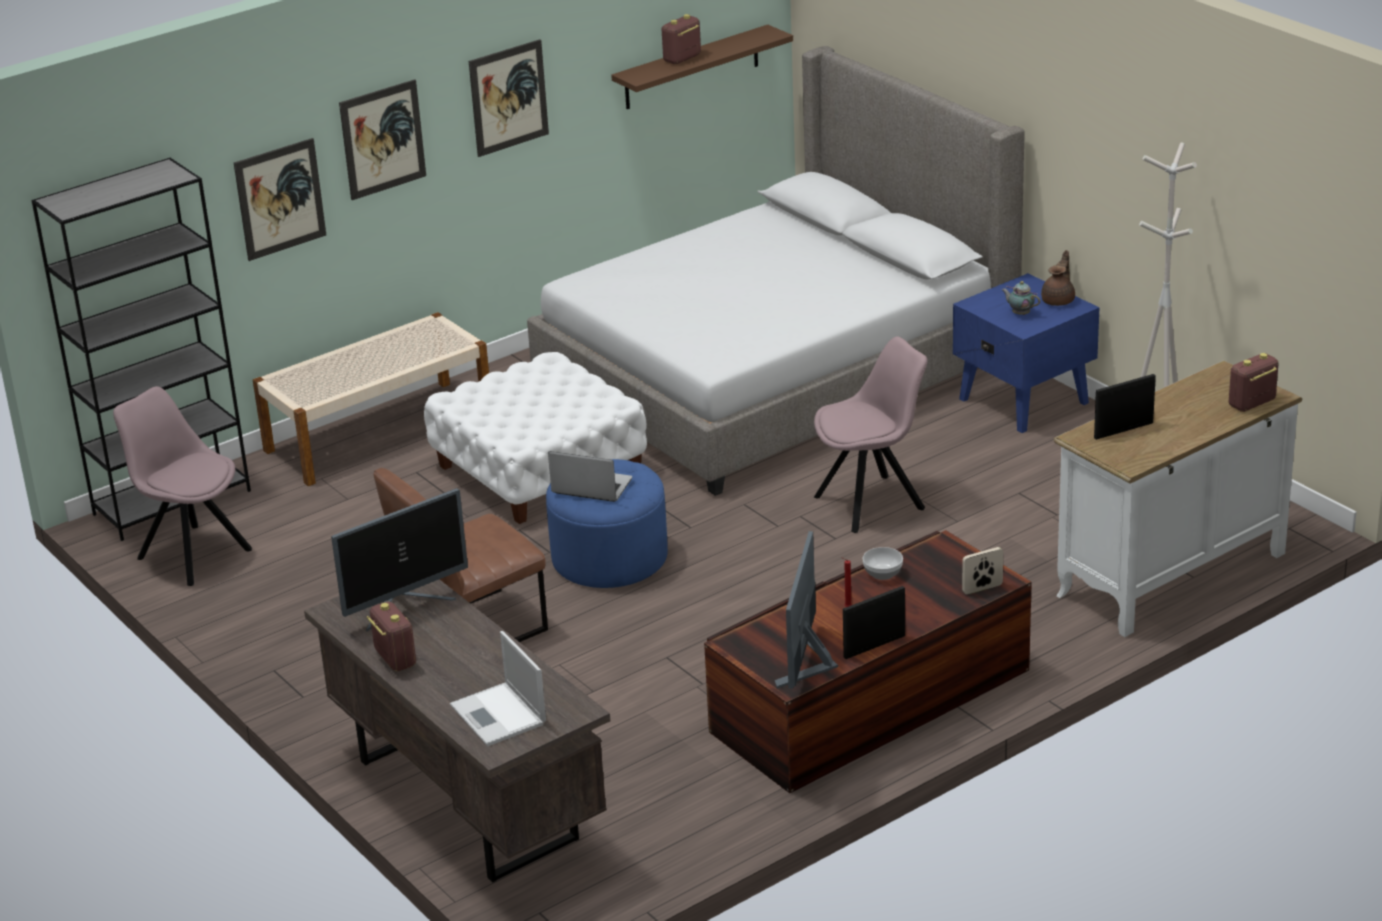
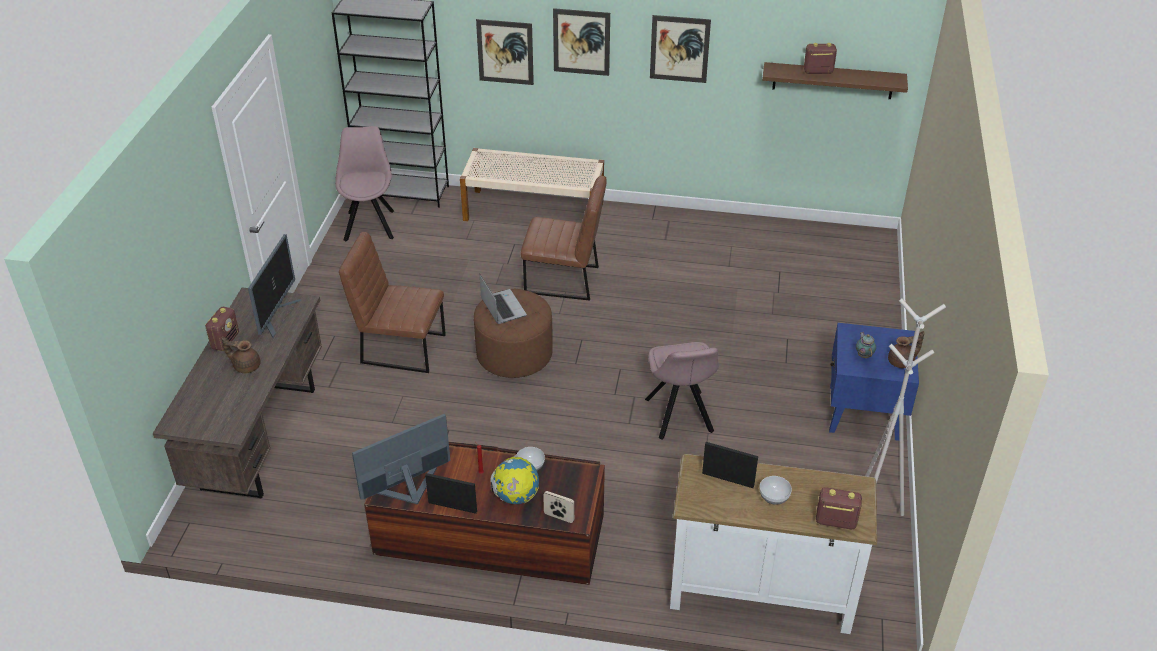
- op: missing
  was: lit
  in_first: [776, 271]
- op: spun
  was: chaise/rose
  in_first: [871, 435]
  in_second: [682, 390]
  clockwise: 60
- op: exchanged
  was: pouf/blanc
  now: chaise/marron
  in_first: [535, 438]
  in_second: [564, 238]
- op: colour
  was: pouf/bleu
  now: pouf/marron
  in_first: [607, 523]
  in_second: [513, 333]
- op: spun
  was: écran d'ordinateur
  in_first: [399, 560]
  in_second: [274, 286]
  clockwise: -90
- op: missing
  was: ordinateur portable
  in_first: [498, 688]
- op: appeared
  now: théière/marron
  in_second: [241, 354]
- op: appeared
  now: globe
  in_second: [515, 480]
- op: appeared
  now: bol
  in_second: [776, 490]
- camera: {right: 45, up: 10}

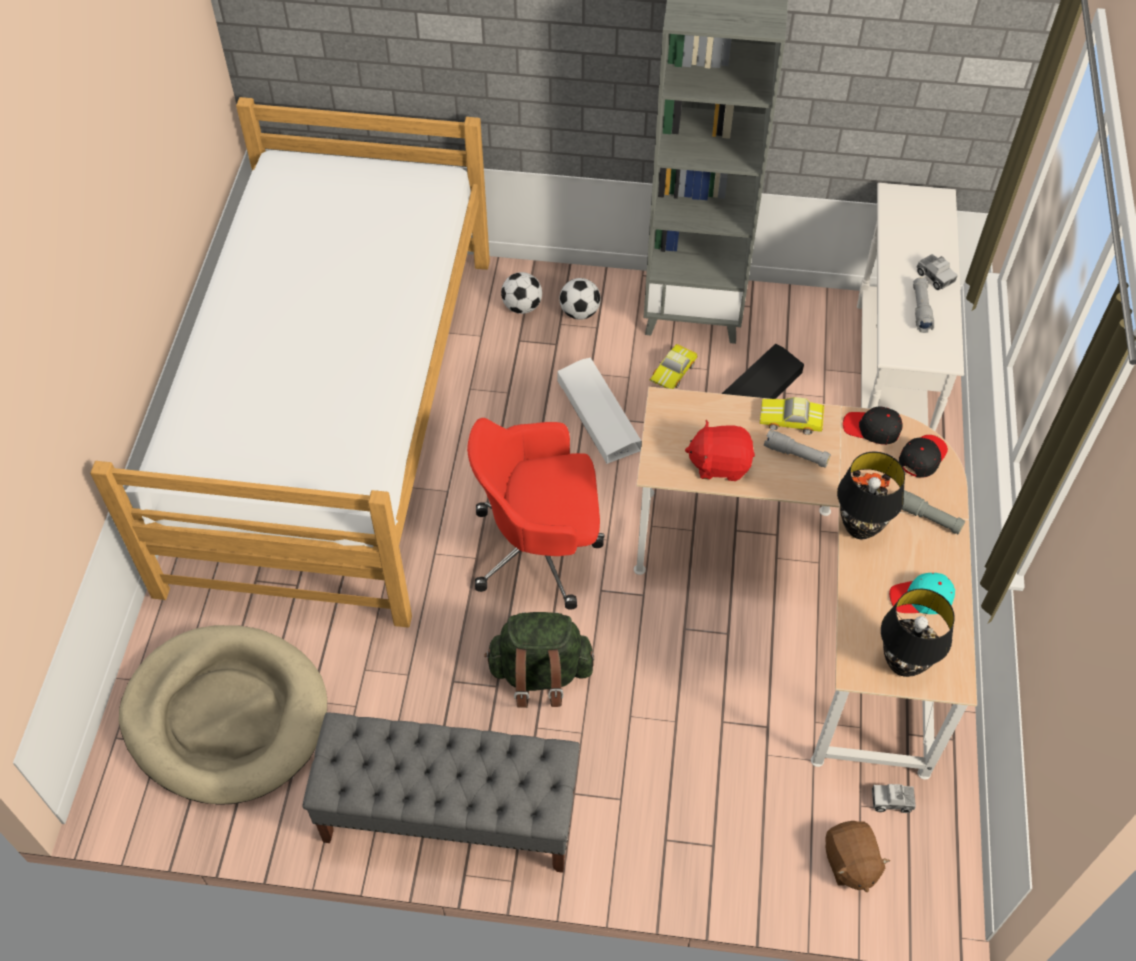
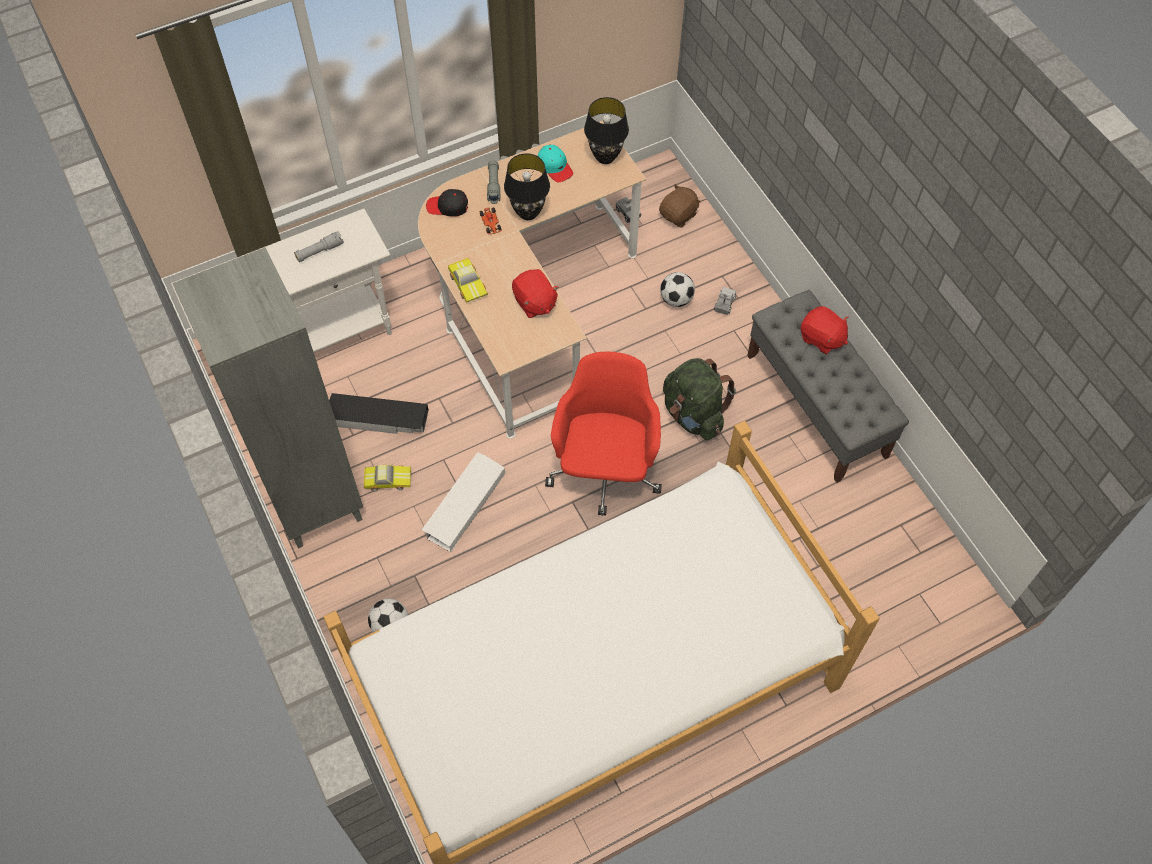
- op: relocated
  was: camion jouet
  in_first: [937, 272]
  in_second: [725, 301]
- op: relocated
  was: ballon de foot
  in_first: [580, 299]
  in_second: [677, 289]
- op: missing
  was: casquette/noir
  in_first: [873, 425]
- op: spun
  was: chaise de bureau/rouge
  in_first: [535, 514]
  in_second: [603, 434]
  clockwise: -135
- op: missing
  was: lampe de poche/gris
  in_first: [797, 449]
- op: missing
  was: panier pour chien/beige
  in_first: [223, 715]
- op: appeared
  now: peluche/rouge
  in_second: [825, 330]
- camera: {right: -125, up: 5}

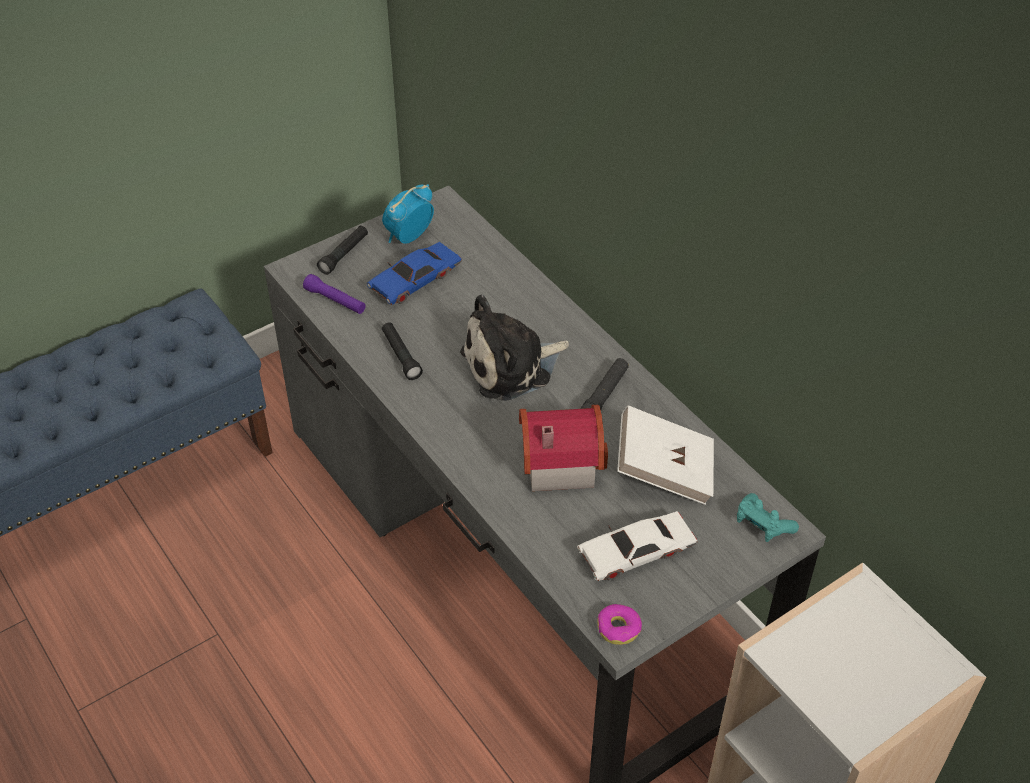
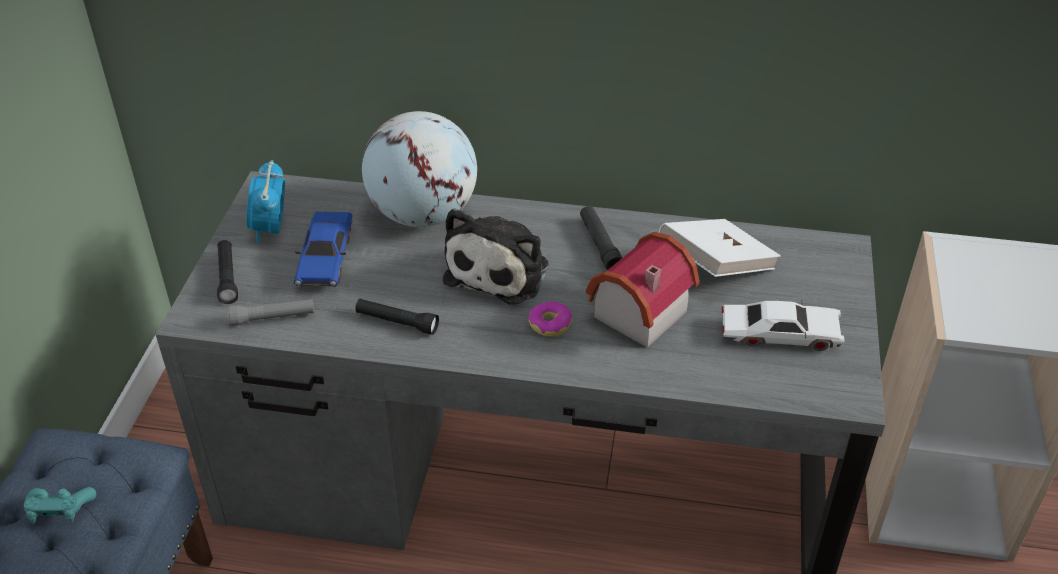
- op: colour
  was: lampe de poche/violet
  now: lampe de poche/gris
  in_first: [334, 294]
  in_second: [270, 312]
- op: relocated
  was: manette/turquoise
  in_first: [768, 517]
  in_second: [60, 505]
- op: spun
  was: petite voiture/blanc
  in_first: [637, 546]
  in_second: [783, 325]
  clockwise: -105
- op: relocated
  was: beignet
  in_first: [619, 624]
  in_second: [550, 319]
- op: appeared
  now: globe
  in_second: [419, 169]
- camera: {right: -45, up: -5}

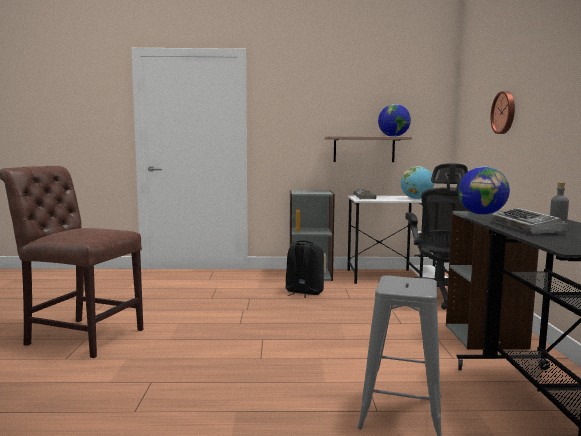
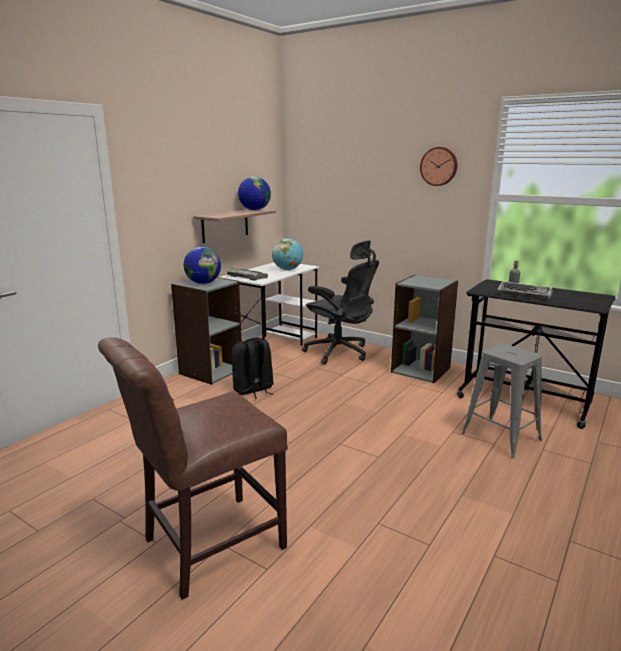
- op: relocated
  was: horloge murale
  in_first: [502, 112]
  in_second: [438, 166]
- op: relocated
  was: globe
  in_first: [484, 190]
  in_second: [202, 265]
- camera: {right: -55, up: 10}

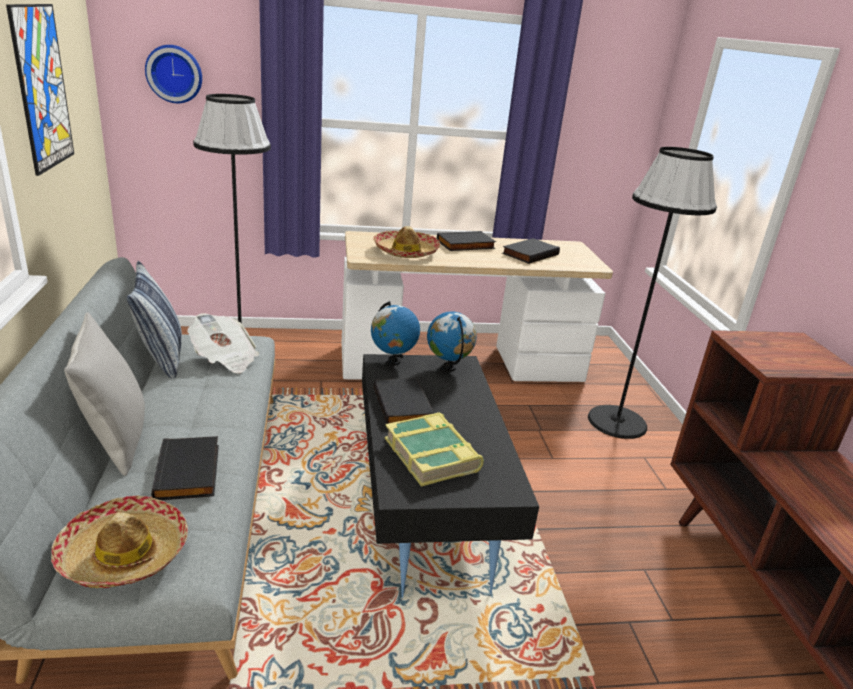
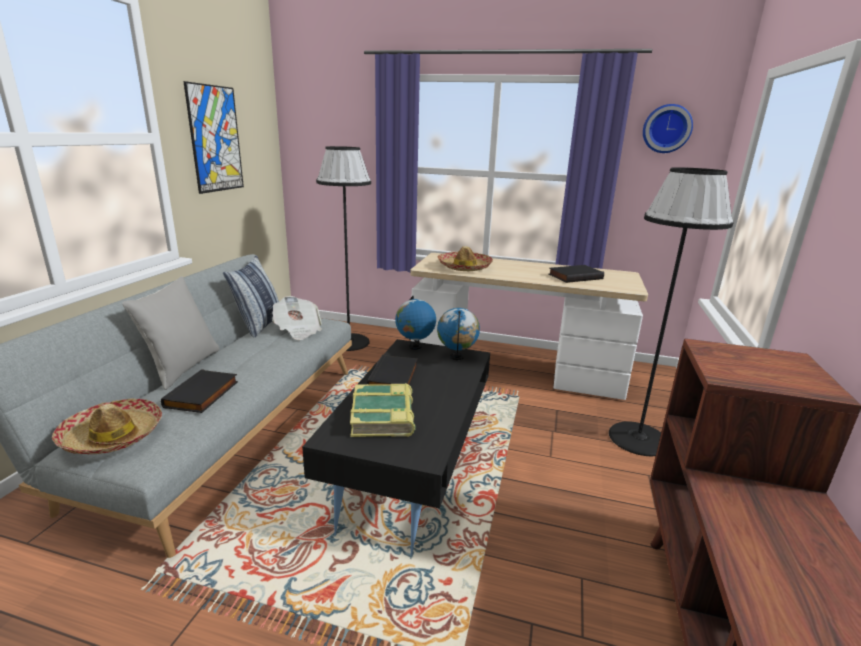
- op: relocated
  was: horloge murale
  in_first: [173, 74]
  in_second: [668, 128]
- op: missing
  was: livre/noir
  in_first: [466, 241]
- camera: {right: 25, up: -5}

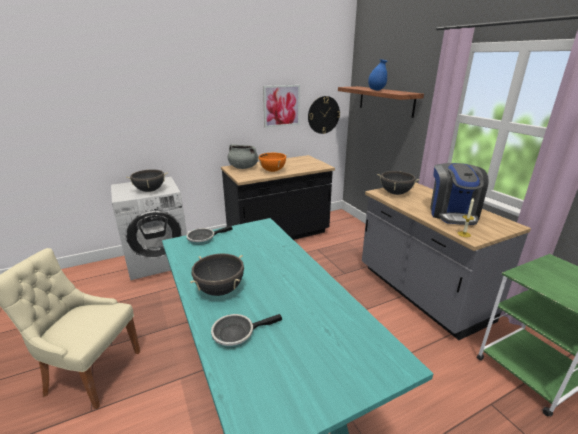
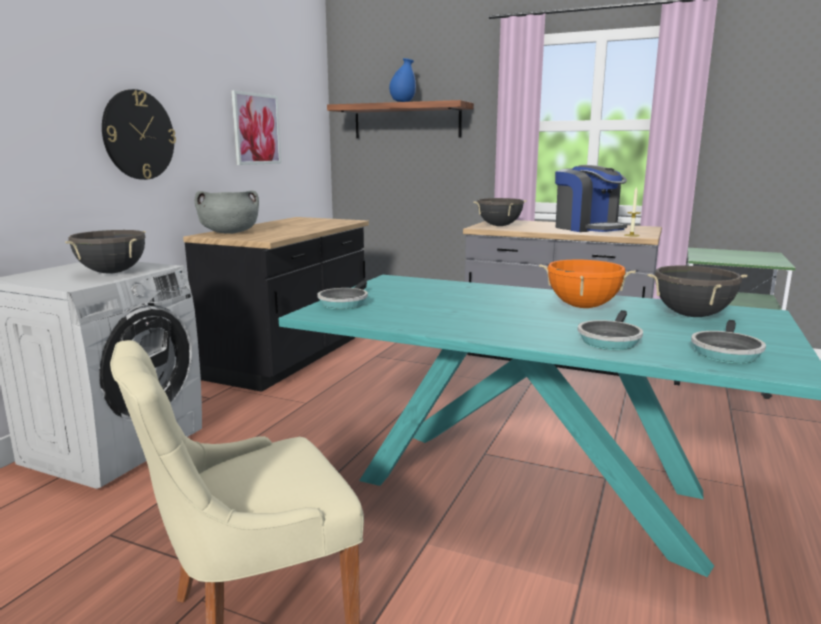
- op: relocated
  was: horloge murale
  in_first: [324, 115]
  in_second: [139, 134]
- op: relocated
  was: marmite/orange
  in_first: [272, 162]
  in_second: [587, 284]
- op: relocated
  was: marmite/noir
  in_first: [217, 274]
  in_second: [697, 291]
- op: appeared
  now: poêle
  in_second: [728, 342]
- camera: {right: -40, up: -10}

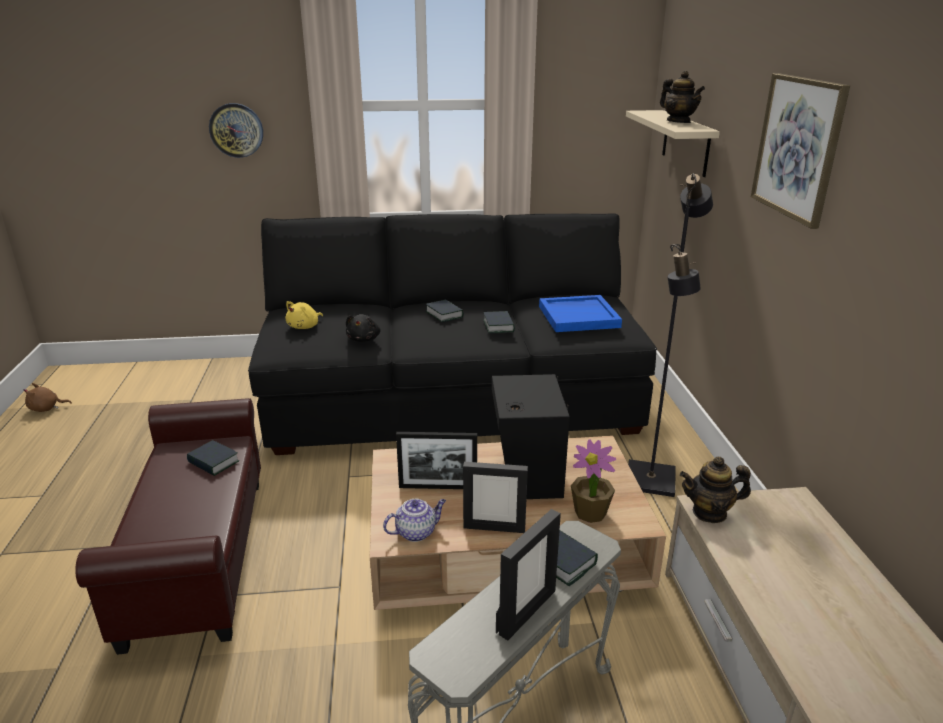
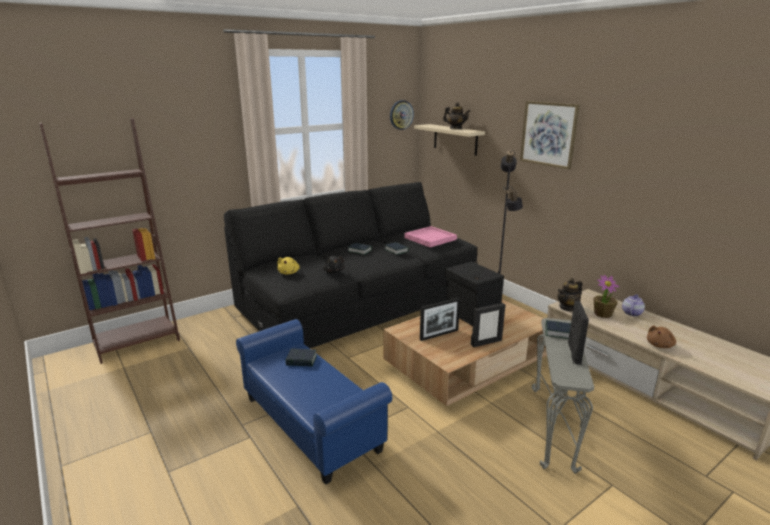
- op: relocated
  was: horloge murale
  in_first: [236, 130]
  in_second: [402, 115]
- op: colour
  was: plateau/bleu
  now: plateau/rose
  in_first: [580, 313]
  in_second: [430, 236]
- op: relocated
  was: peluche/marron
  in_first: [47, 397]
  in_second: [661, 336]
- op: colour
  was: pouf/marron
  now: pouf/bleu
  in_first: [168, 526]
  in_second: [314, 402]
- op: relocated
  was: plante en pot
  in_first: [593, 481]
  in_second: [606, 296]
- op: relocated
  was: théière
  in_first: [414, 520]
  in_second: [633, 305]
- op: appeared
  now: bibliothèque/marron
  in_second: [109, 241]
- camera: {right: -30, up: -5}

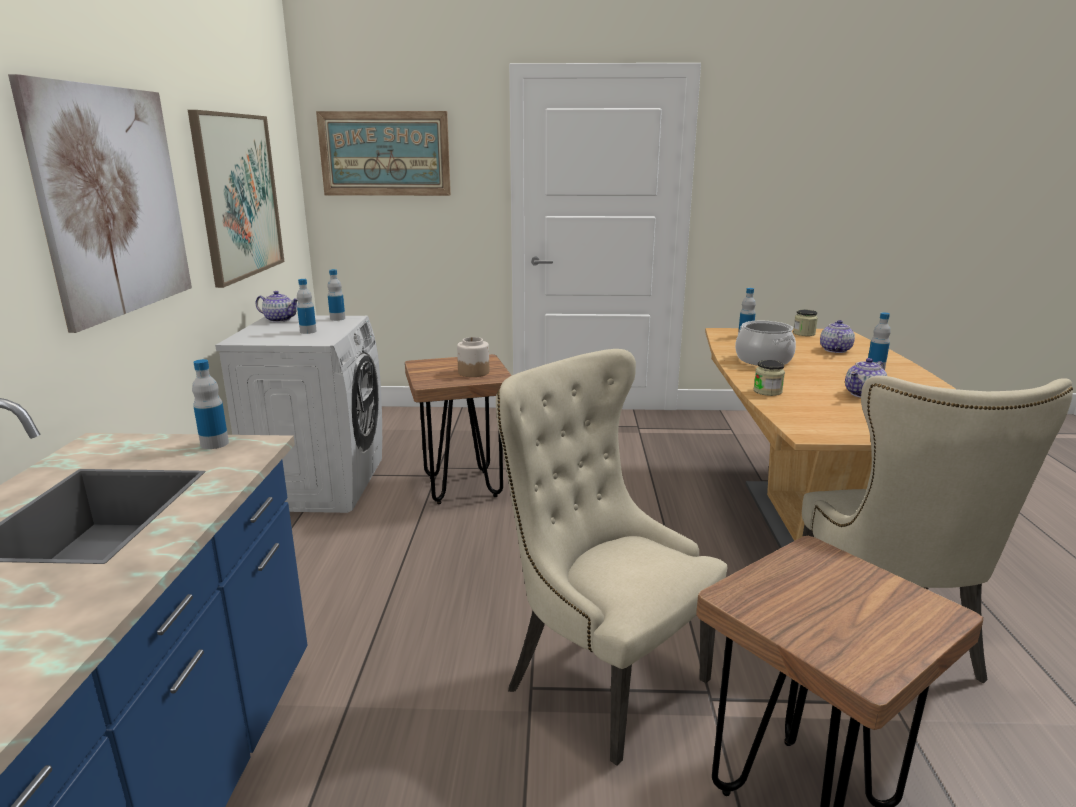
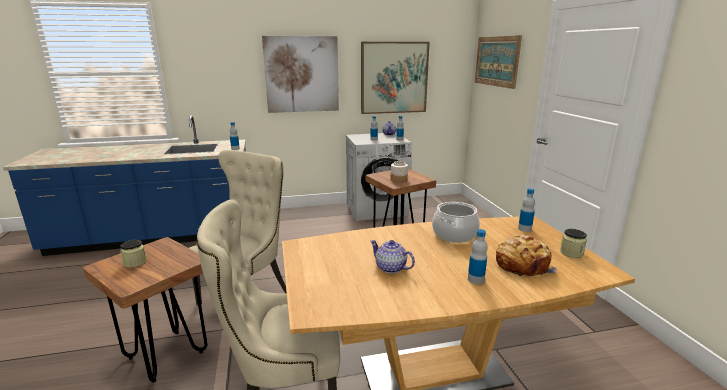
- op: exchanged
  was: théière
  now: pain
  in_first: [837, 336]
  in_second: [527, 255]
- op: relocated
  was: bocal
  in_first: [769, 378]
  in_second: [134, 254]
- camera: {right: 75, up: 0}

